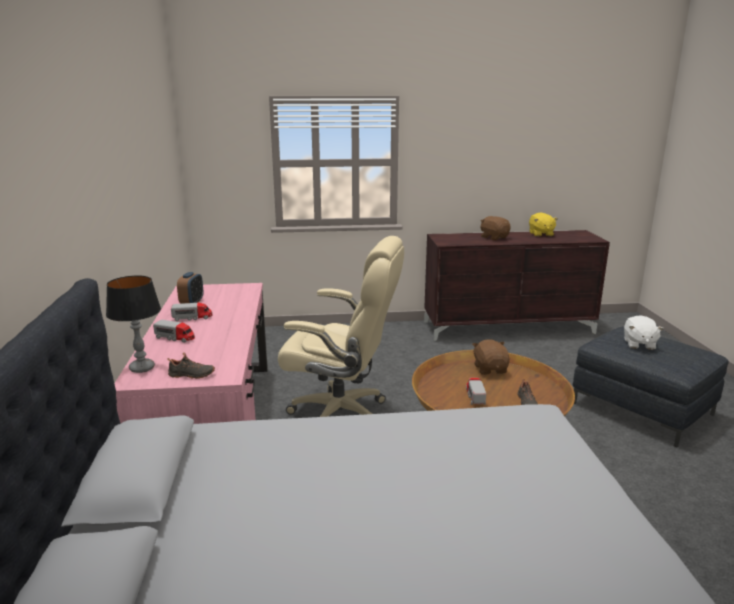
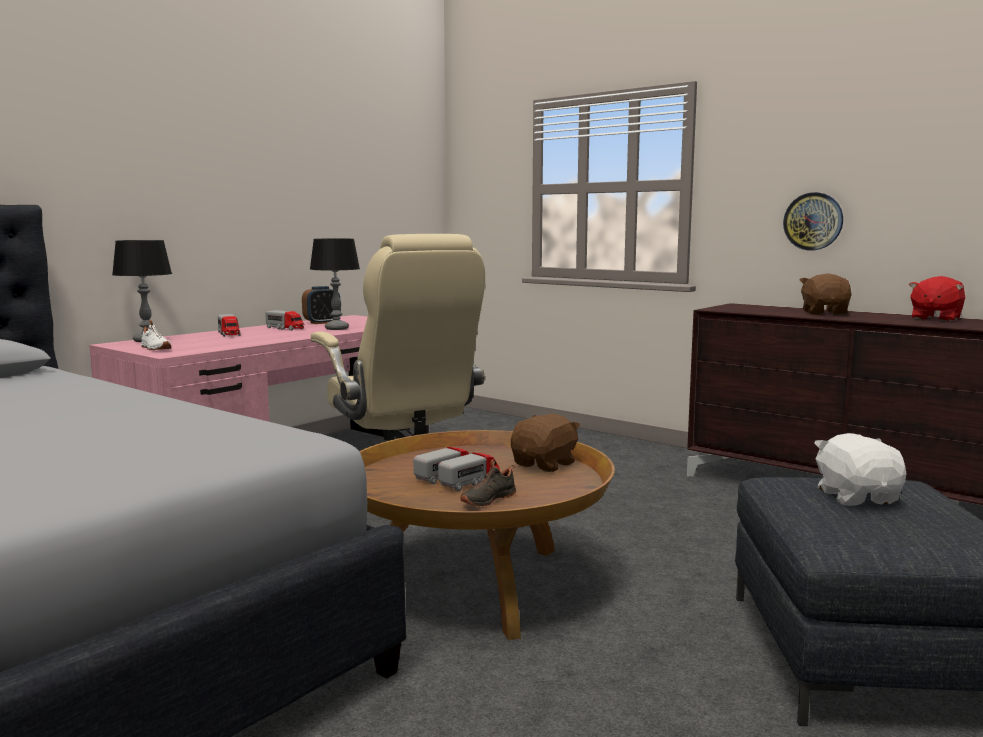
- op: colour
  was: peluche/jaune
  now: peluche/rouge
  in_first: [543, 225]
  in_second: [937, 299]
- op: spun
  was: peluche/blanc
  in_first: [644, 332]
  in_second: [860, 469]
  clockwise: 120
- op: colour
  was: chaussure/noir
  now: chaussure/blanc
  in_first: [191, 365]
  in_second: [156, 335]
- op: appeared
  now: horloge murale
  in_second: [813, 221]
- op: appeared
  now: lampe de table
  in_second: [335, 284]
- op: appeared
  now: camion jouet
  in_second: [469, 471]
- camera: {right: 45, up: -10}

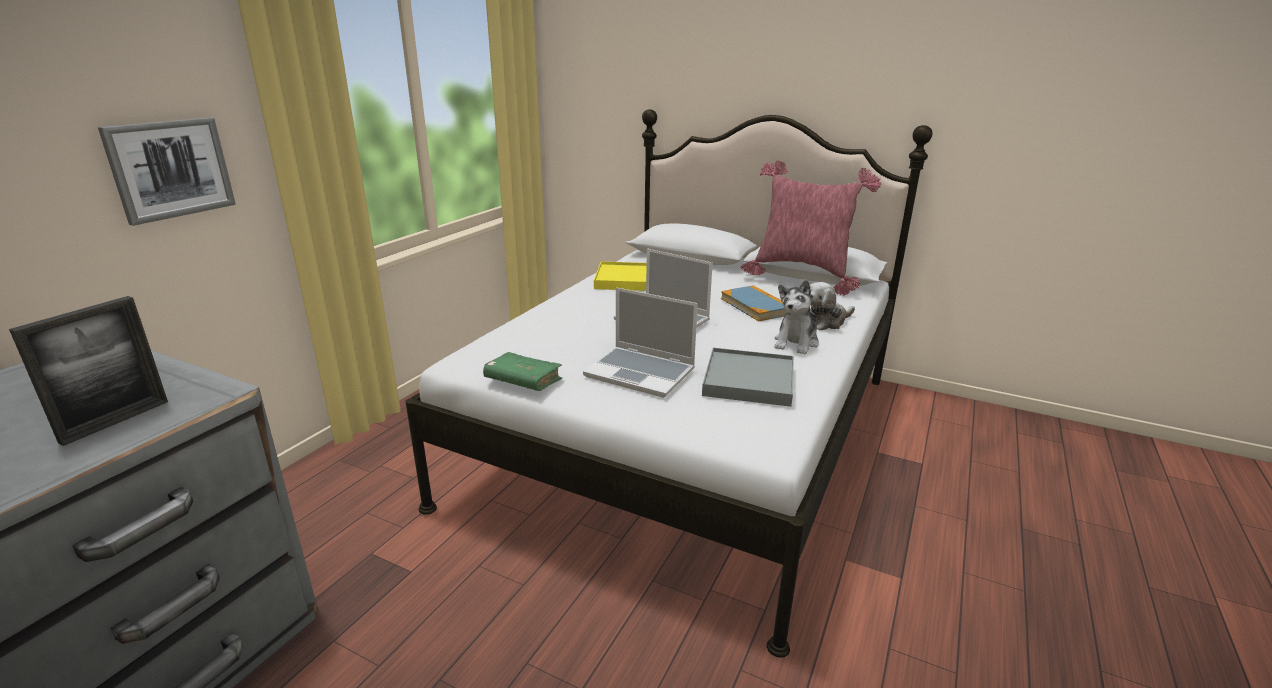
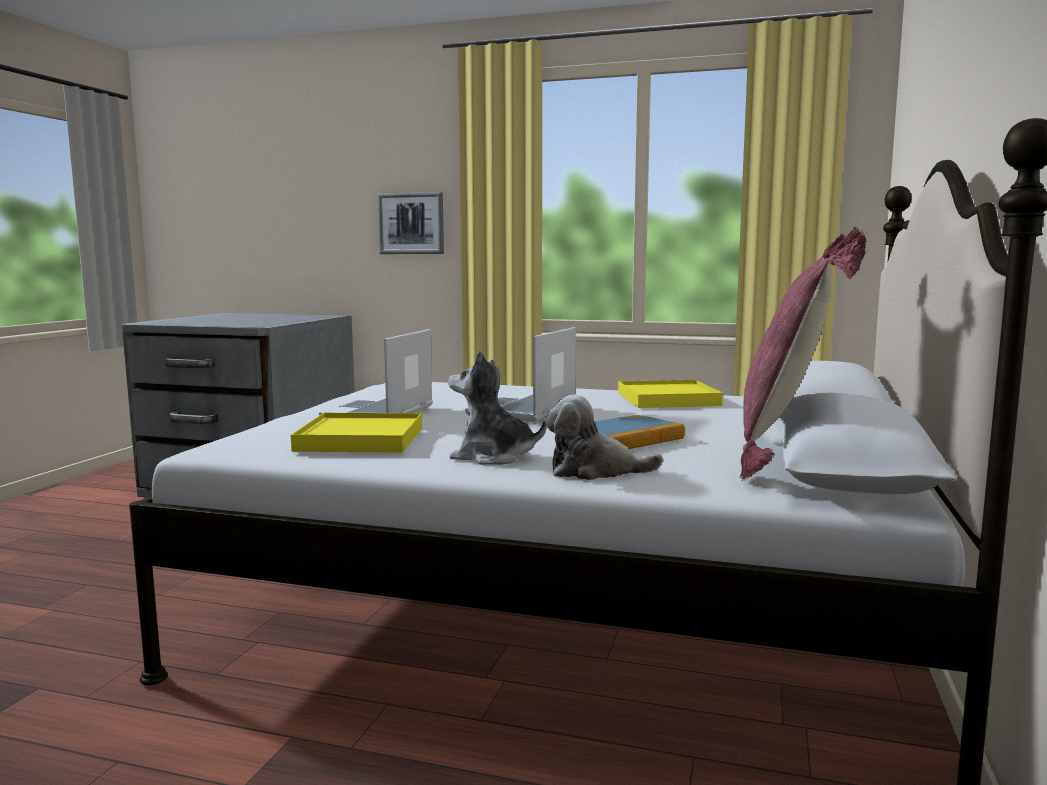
- op: spun
  was: peluche
  in_first: [832, 306]
  in_second: [603, 437]
  clockwise: -45
- op: missing
  was: cadre photo
  in_first: [88, 371]
- op: colour
  was: plateau/gris
  now: plateau/jaune
  in_first: [748, 377]
  in_second: [356, 433]
- op: missing
  was: livre/vert
  in_first: [522, 371]
- camera: {right: 80, up: -15}

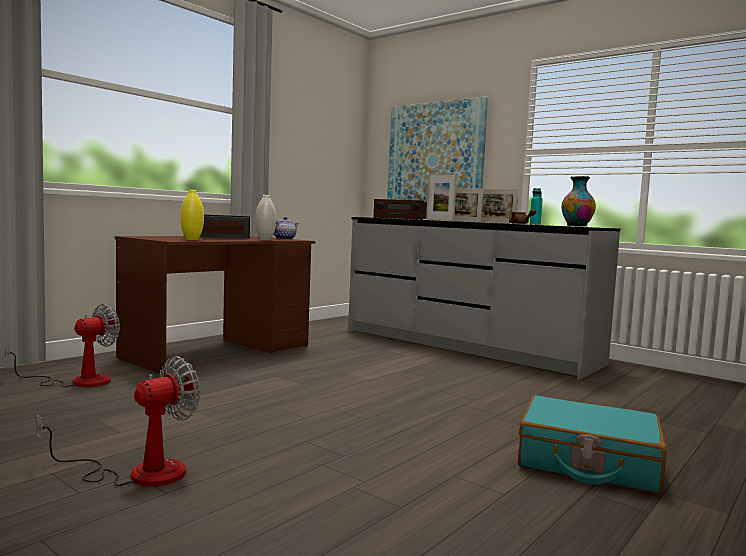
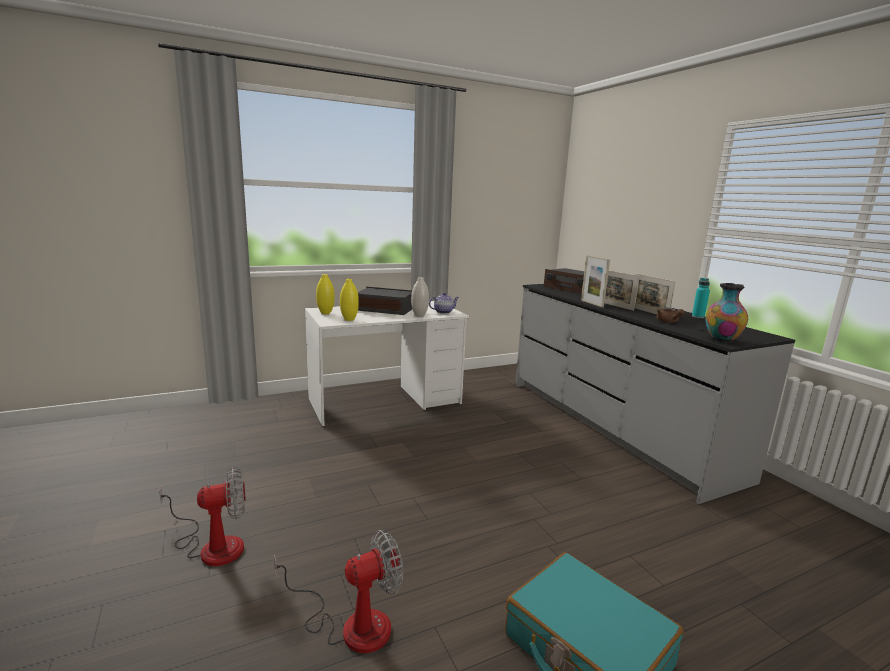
- op: missing
  was: tableau
  in_first: [437, 149]
- op: colour
  was: bureau/marron
  now: bureau/blanc
  in_first: [215, 305]
  in_second: [387, 363]
- op: relocated
  was: ventilateur
  in_first: [62, 345]
  in_second: [338, 591]
- op: appeared
  now: vase/jaune
  in_second: [325, 294]
- camera: {right: 25, up: 10}

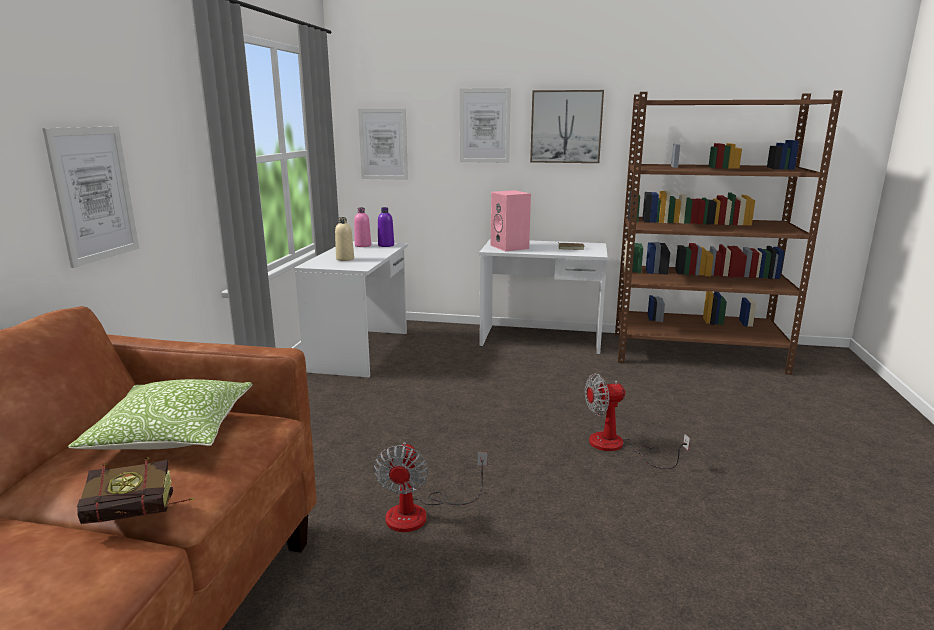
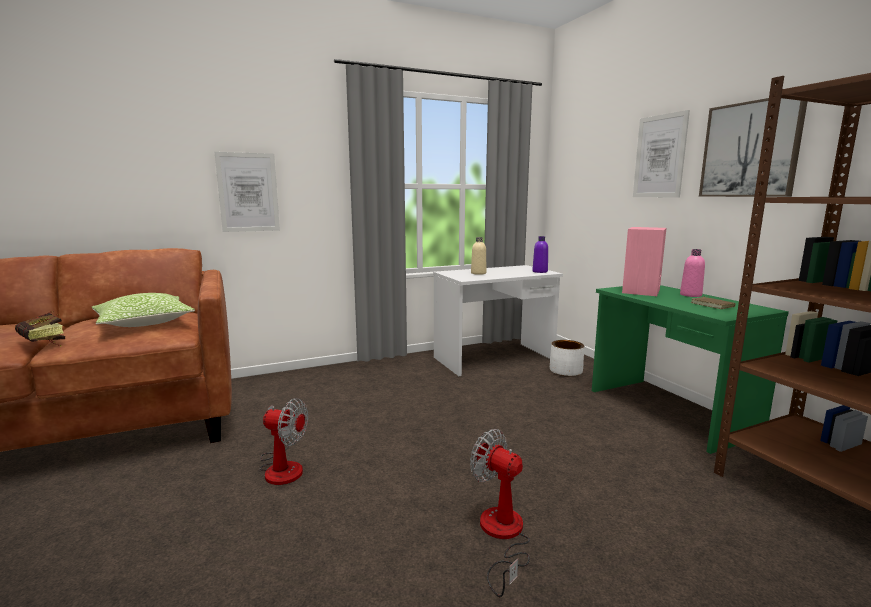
- op: missing
  was: tableau
  in_first: [383, 144]
- op: relocated
  was: bouteille/rose
  in_first: [362, 227]
  in_second: [692, 273]
- op: colour
  was: bureau/blanc
  now: bureau/vert
  in_first: [543, 296]
  in_second: [690, 369]
- op: spun
  was: ventilateur
  in_first: [431, 487]
  in_second: [284, 441]
  clockwise: -135
- op: appeared
  now: cache-pot/blanc
  in_second: [567, 358]
- camera: {right: 55, up: -5}

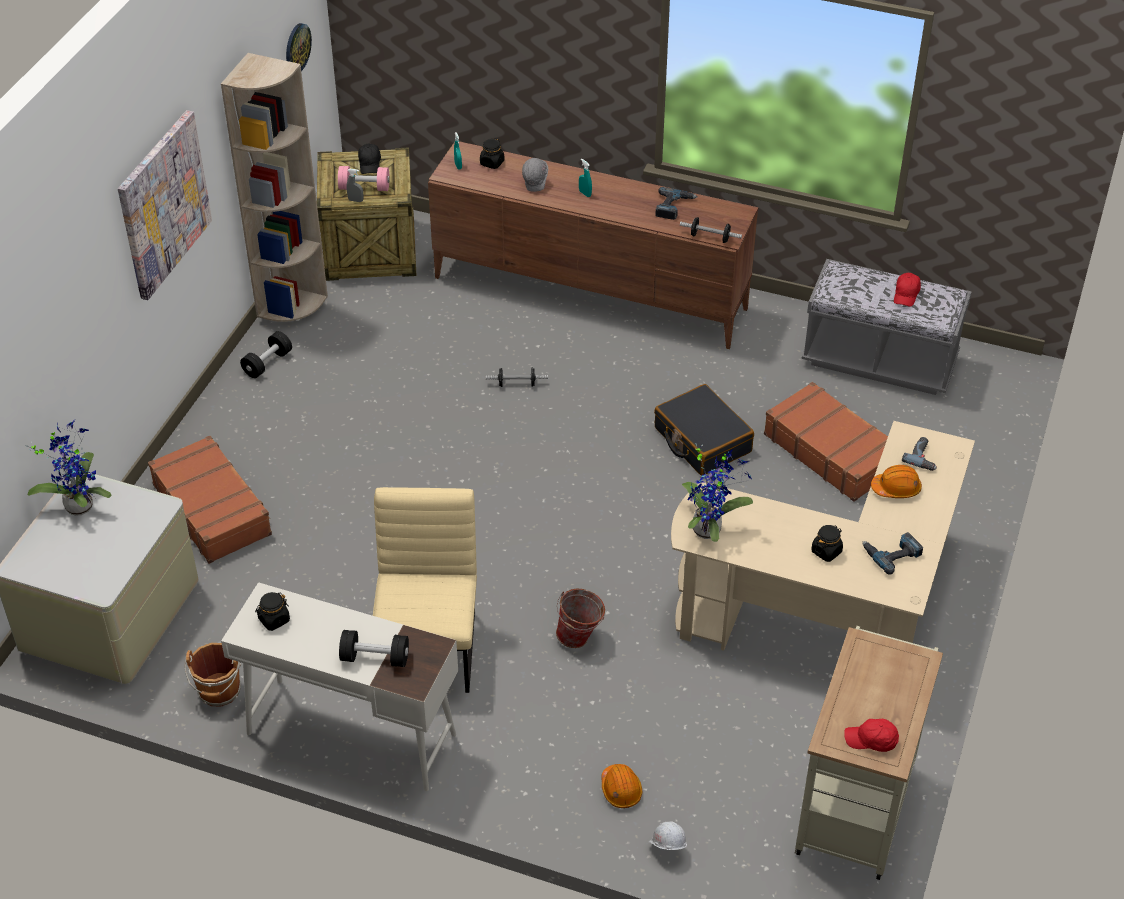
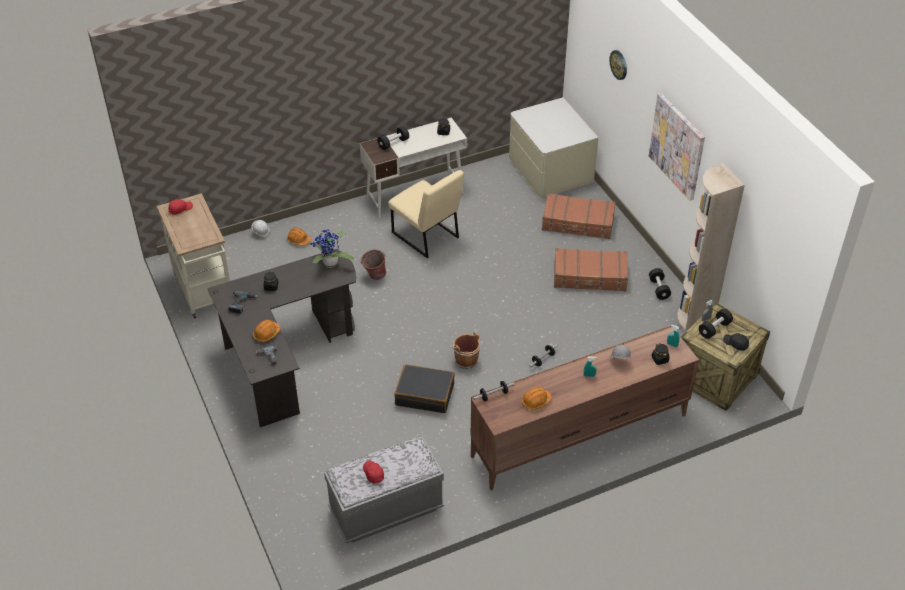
- op: relocated
  was: horloge murale
  in_first: [299, 47]
  in_second: [618, 65]
- op: colour
  was: haltère/rose
  now: haltère/noir
  in_first: [364, 178]
  in_second: [716, 323]
- op: exchanged
  was: perceuse
  now: casque de chantier/orange
  in_first: [676, 203]
  in_second: [537, 398]
- op: relocated
  was: valise/marron
  in_first: [826, 442]
  in_second: [591, 269]
- op: missing
  was: plante en pot
  in_first: [68, 468]
- op: colour
  was: bureau/beige
  now: bureau/noir
  in_first: [823, 536]
  in_second: [281, 338]
- op: relocated
  was: seau/marron
  in_first: [212, 675]
  in_second: [466, 350]
- camera: {right: 135, up: 0}

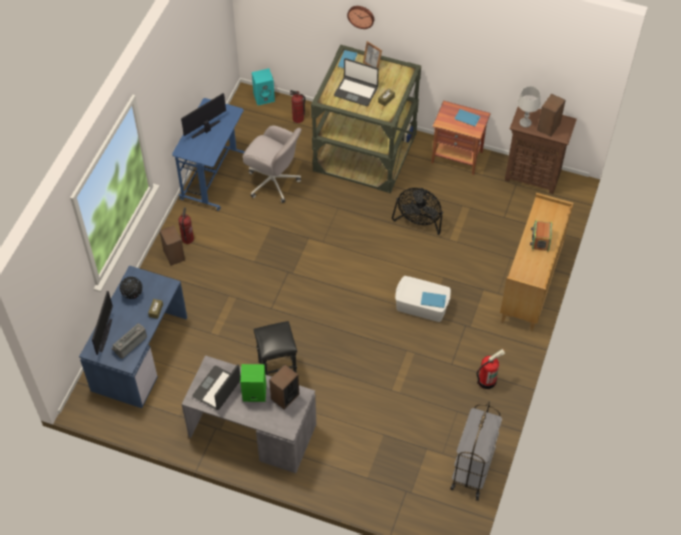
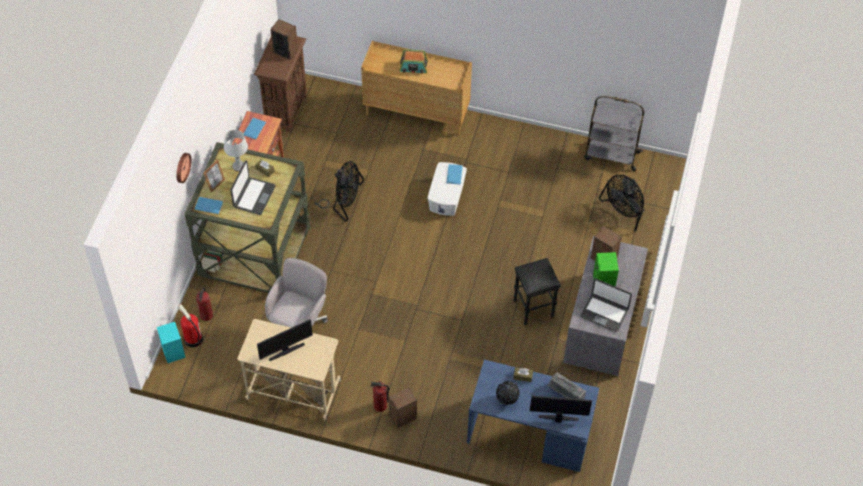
- op: relocated
  was: lampe de table/gris
  in_first: [529, 107]
  in_second: [236, 150]
- op: spun
  was: écran d'ordinateur
  in_first: [203, 115]
  in_second: [285, 340]
  clockwise: -75
- op: colour
  was: bureau/bleu
  now: bureau/beige
  in_first: [208, 154]
  in_second: [289, 369]
- op: relocated
  was: extincteur
  in_first: [491, 369]
  in_second: [190, 326]
- op: appeared
  now: ventilateur/noir
  in_second: [622, 203]
- camera: {right: -95, up: 0}

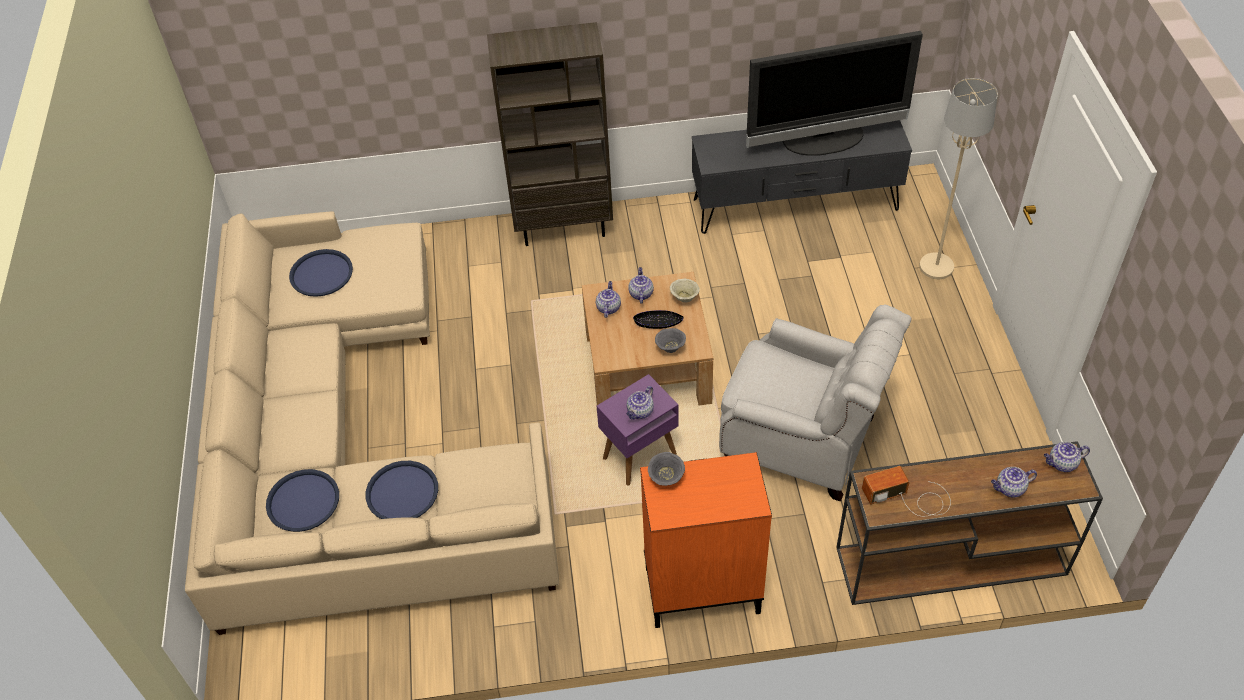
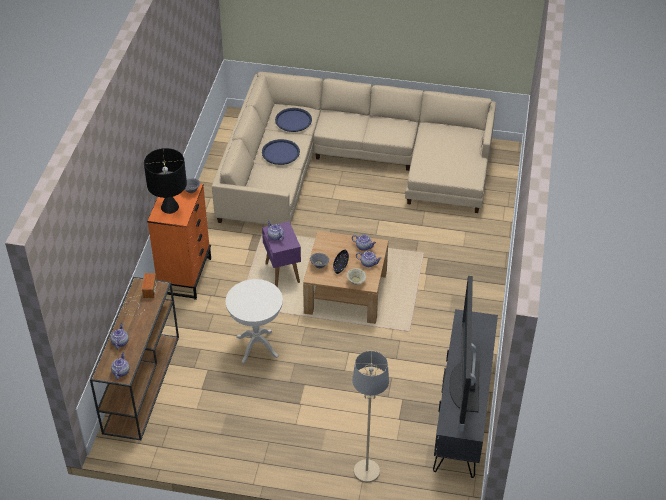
- op: missing
  was: bibliothèque/marron
  in_first: [550, 134]
- op: missing
  was: plateau/bleu
  in_first: [321, 273]
- op: exchanged
  was: fauteuil/blanc
  now: table d'appoint/blanc
  in_first: [815, 402]
  in_second: [254, 321]
- op: appeared
  now: lampe de table/noir
  in_second: [165, 181]
- camera: {right: 105, up: -5}

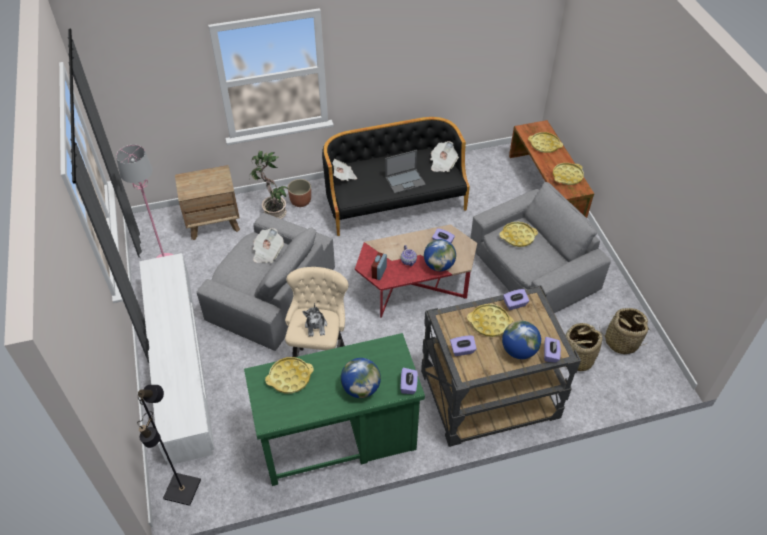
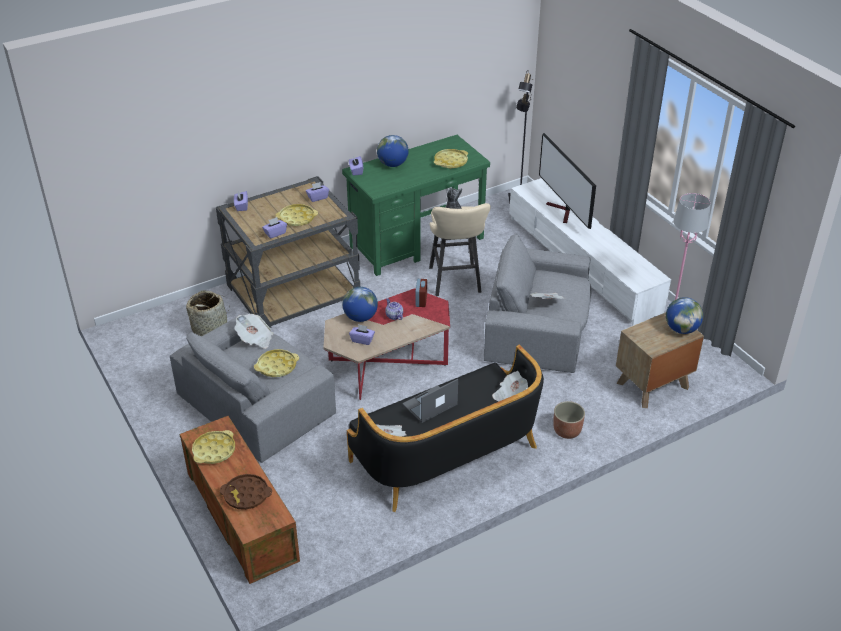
- op: colour
  was: plateau/jaune
  now: plateau/marron
  in_first: [545, 142]
  in_second: [246, 492]
- op: missing
  was: plante en pot
  in_first: [269, 185]
- op: missing
  was: panier
  in_first: [624, 331]
- op: relocated
  was: globe
  in_first: [521, 340]
  in_second: [684, 315]
- op: appeared
  now: téléviseur
  in_second: [567, 181]
- op: appeared
  now: journal
  in_second: [253, 331]
- camera: {right: 165, up: -10}

